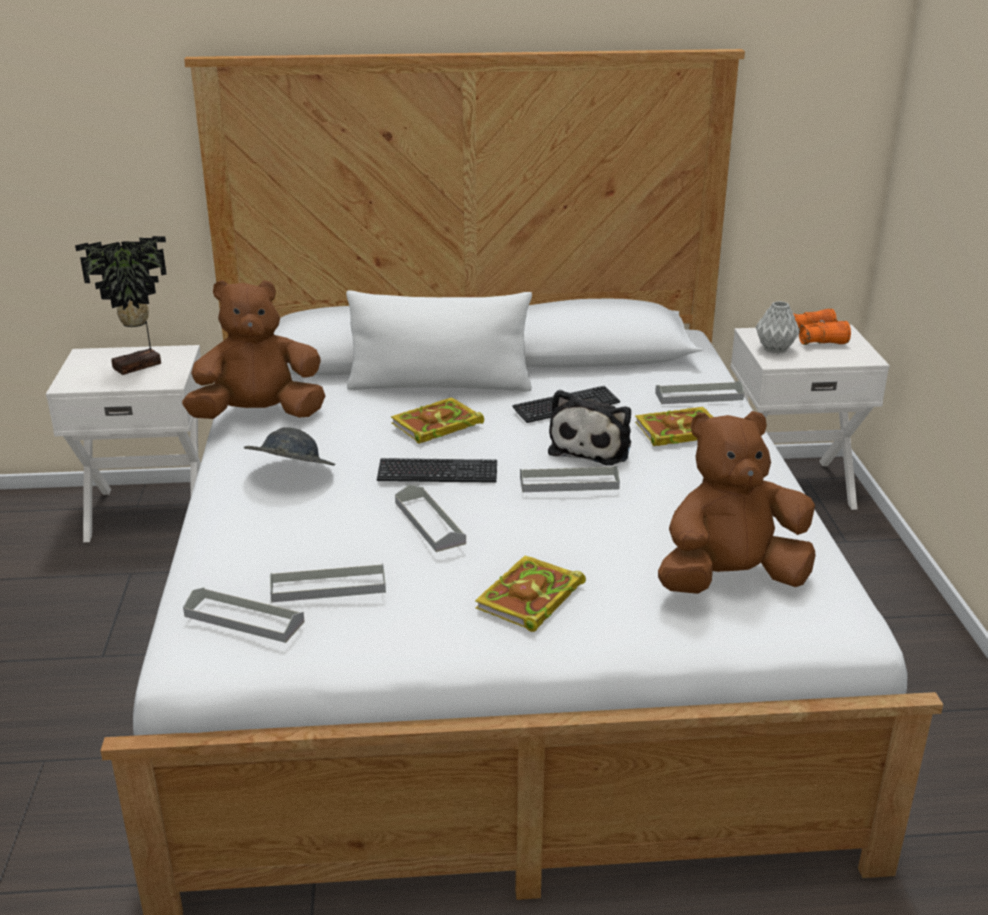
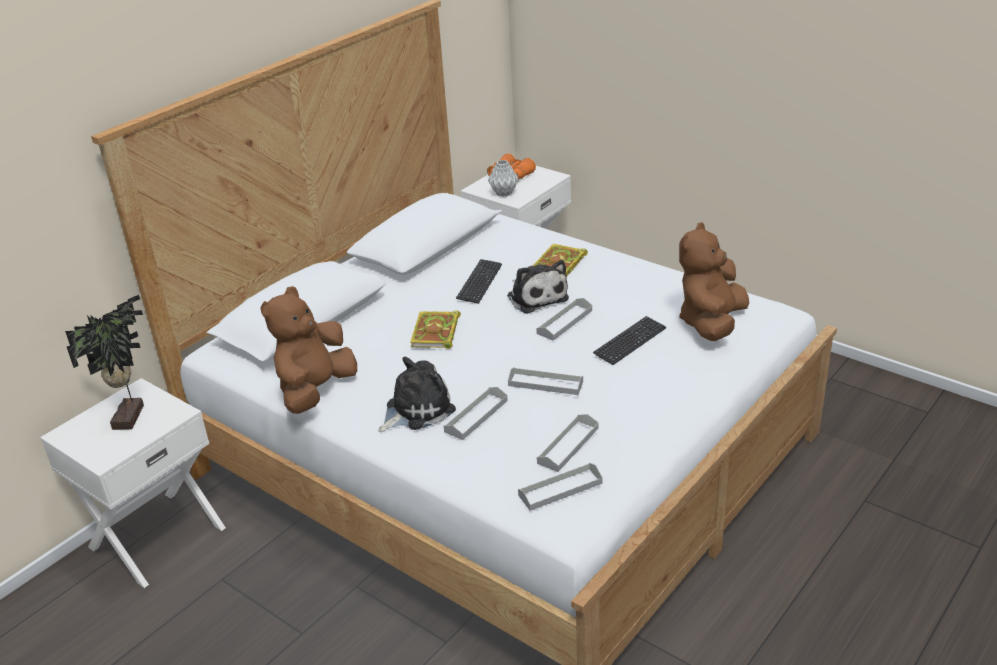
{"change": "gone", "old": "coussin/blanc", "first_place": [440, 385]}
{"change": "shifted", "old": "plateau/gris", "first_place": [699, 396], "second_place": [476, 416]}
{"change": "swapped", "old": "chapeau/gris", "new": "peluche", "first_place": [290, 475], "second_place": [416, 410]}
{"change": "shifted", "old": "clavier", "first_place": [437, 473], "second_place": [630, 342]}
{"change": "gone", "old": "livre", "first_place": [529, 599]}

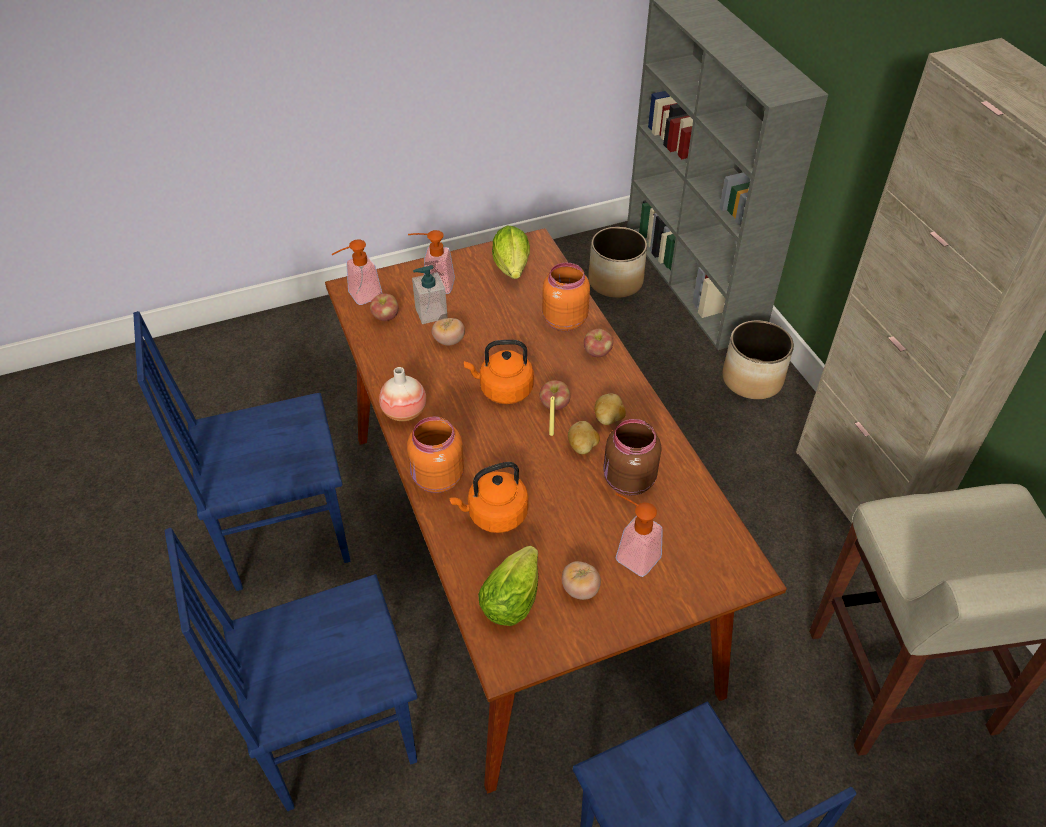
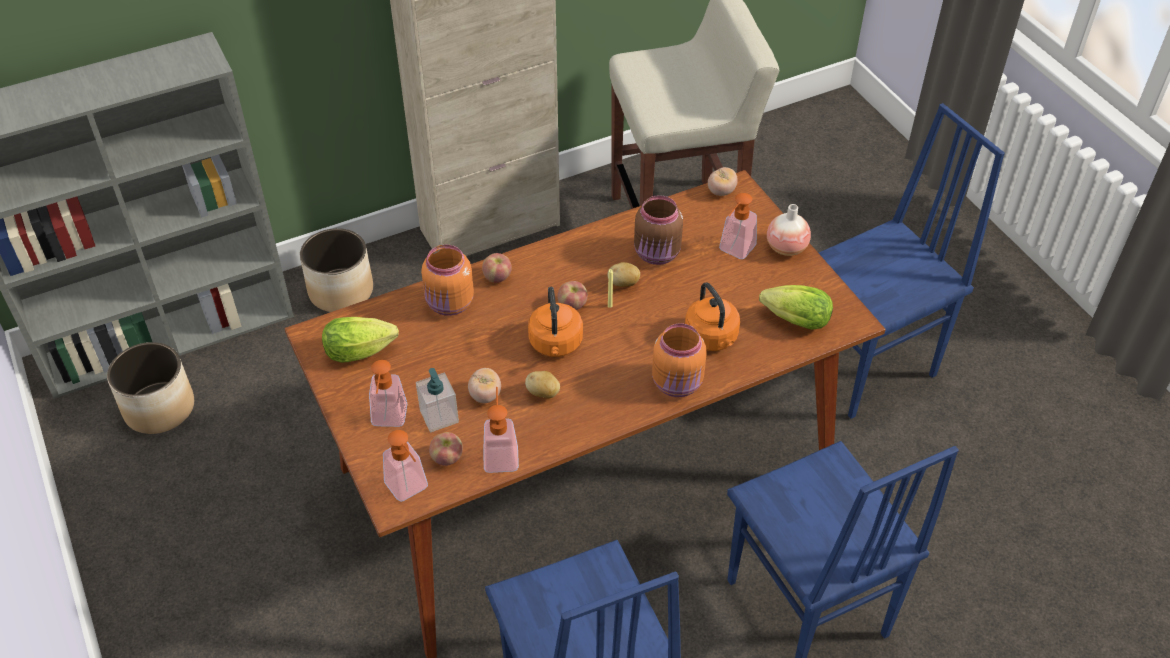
{"change": "shifted", "old": "vase", "first_place": [404, 412], "second_place": [786, 248]}
{"change": "shifted", "old": "pomme de terre", "first_place": [608, 419], "second_place": [543, 393]}
{"change": "shifted", "old": "tomate", "first_place": [580, 589], "second_place": [721, 191]}
{"change": "new", "new": "distributeur de savon", "second_place": [501, 453]}

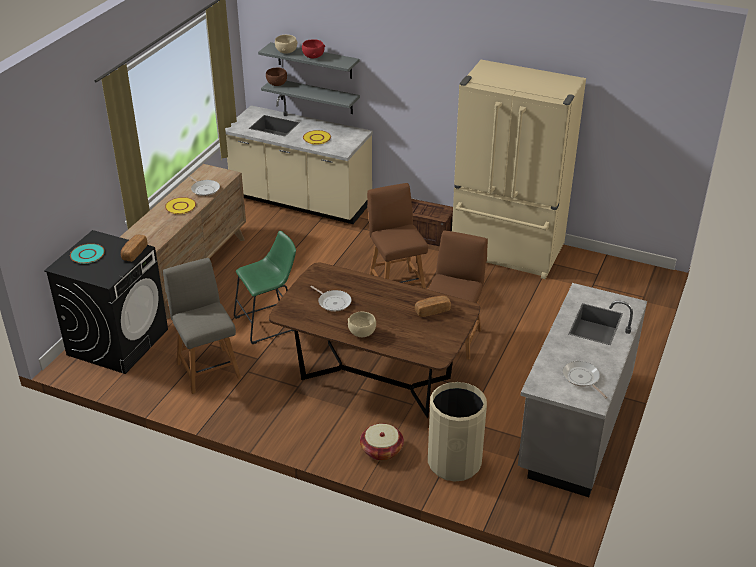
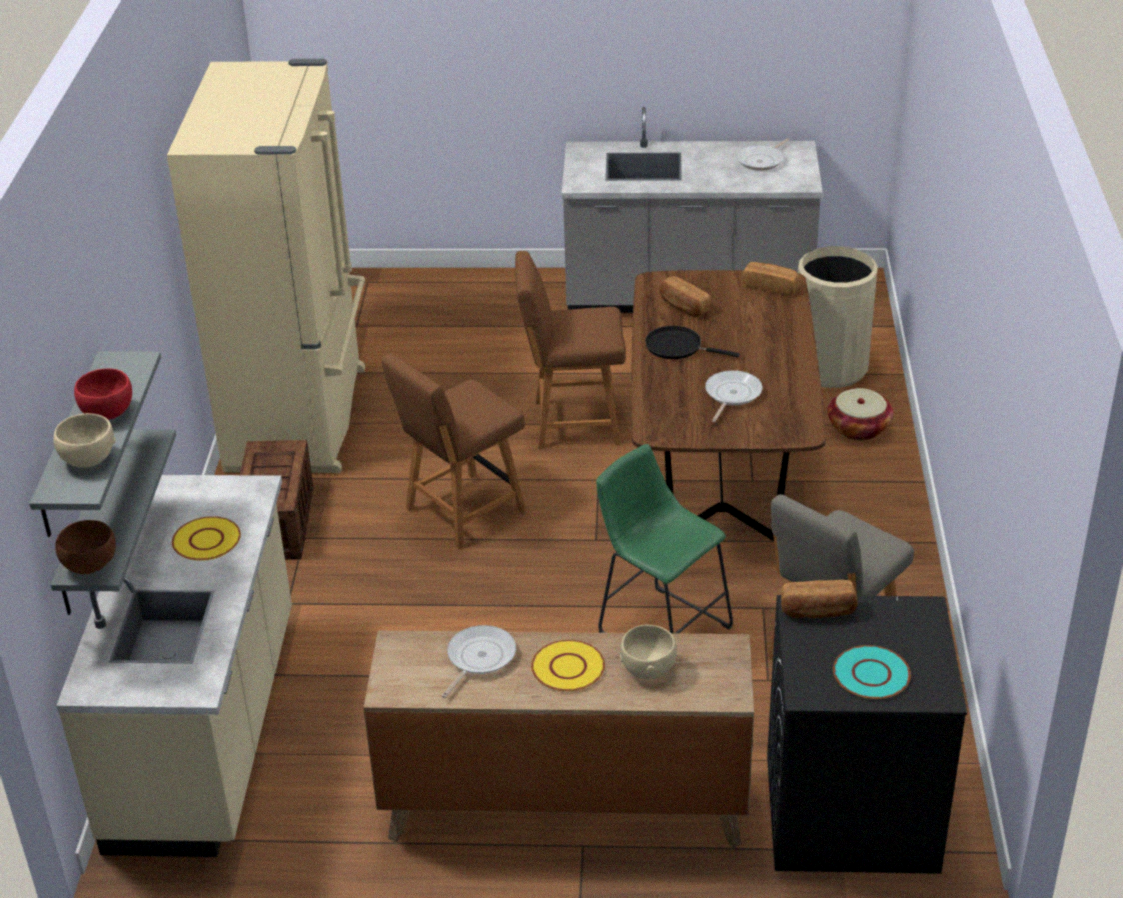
{"change": "shifted", "old": "bol/beige", "first_place": [362, 333], "second_place": [649, 668]}
{"change": "new", "new": "pain", "second_place": [770, 287]}
{"change": "new", "new": "poêle/noir", "second_place": [677, 347]}

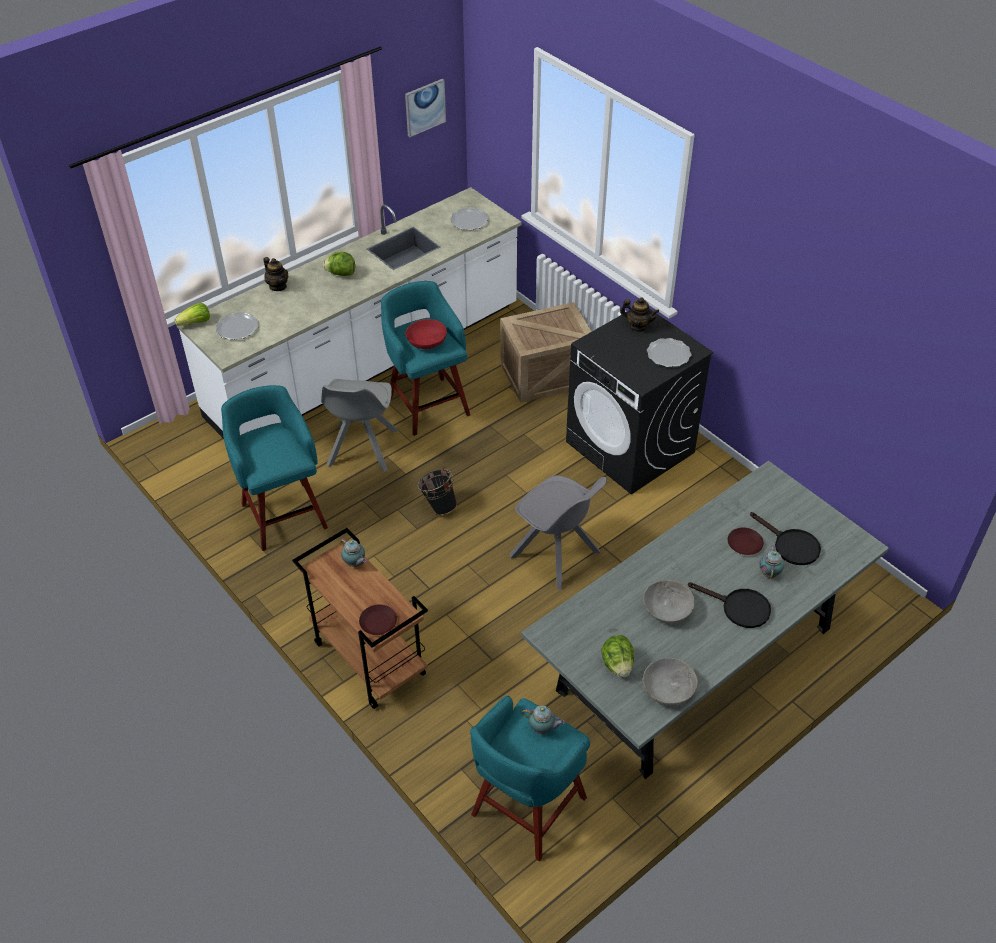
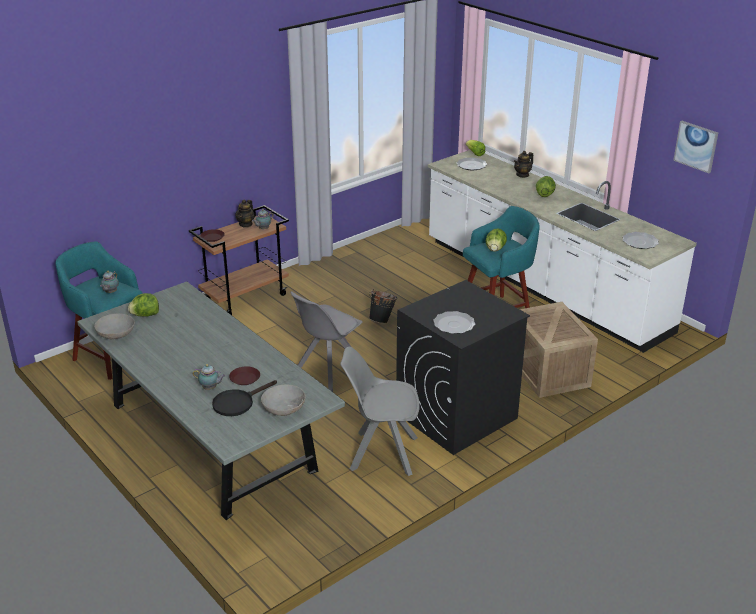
{"change": "shifted", "old": "théière", "first_place": [638, 326], "second_place": [246, 224]}
{"change": "swapped", "old": "bol/rouge", "new": "laitue", "first_place": [427, 341], "second_place": [495, 249]}
{"change": "shifted", "old": "chaise/gris", "first_place": [362, 449], "second_place": [381, 453]}
{"change": "gone", "old": "tabouret/turquoise", "first_place": [283, 513]}
{"change": "shifted", "old": "bol/gris", "first_place": [667, 609], "second_place": [284, 408]}
{"change": "gone", "old": "poêle/noir", "first_place": [739, 608]}

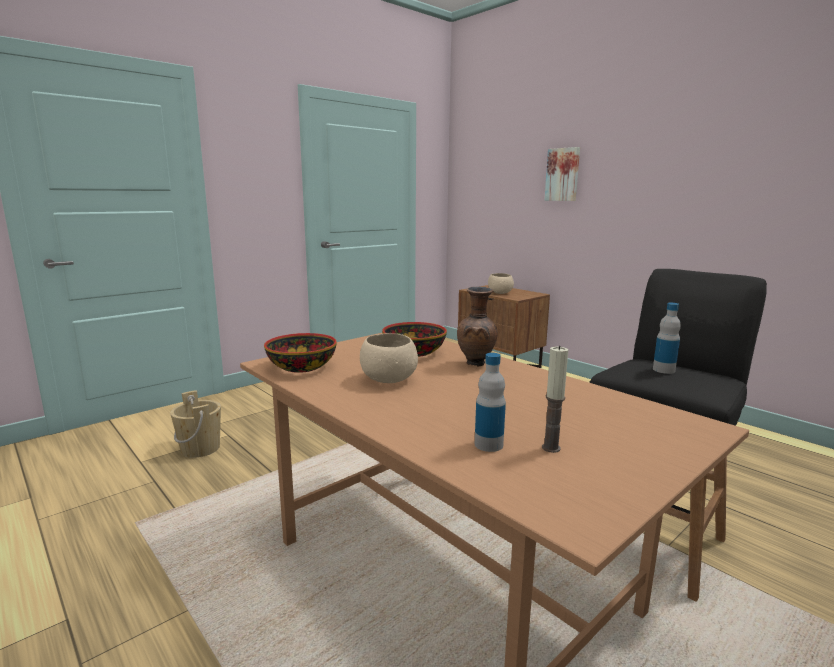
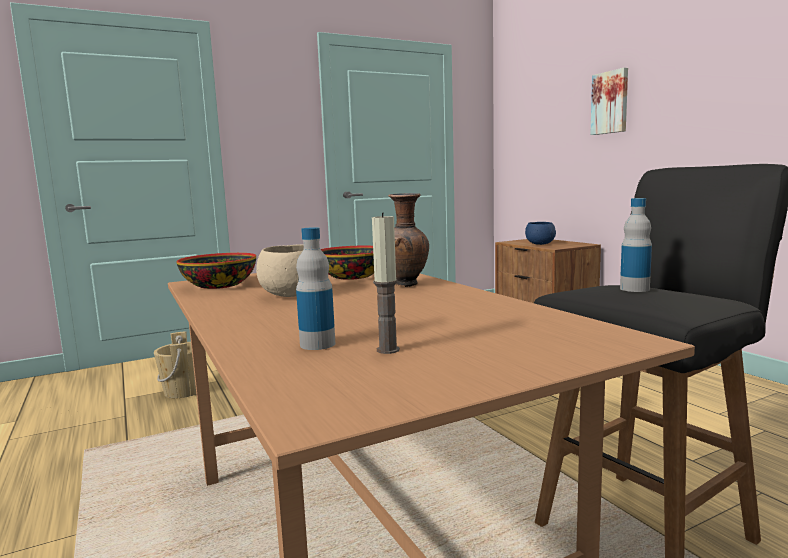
{"change": "repainted", "old": "bol/beige", "new": "bol/bleu", "first_place": [500, 293], "second_place": [540, 244]}

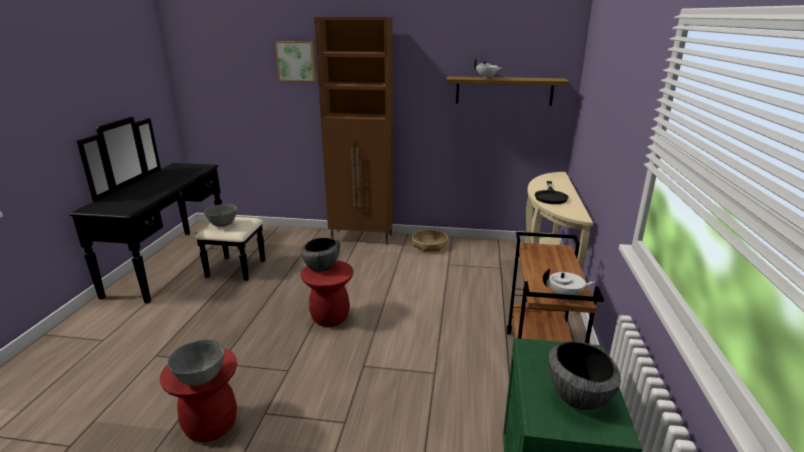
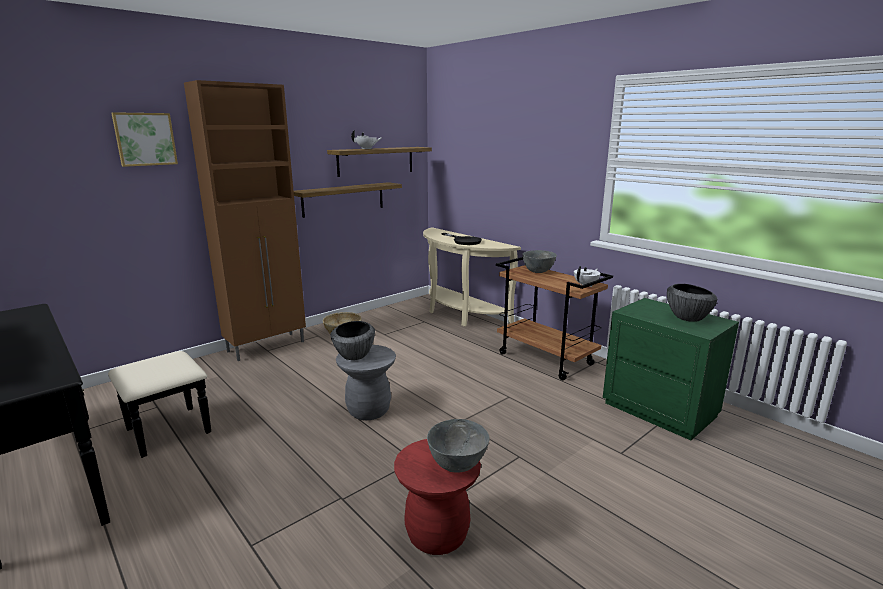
{"change": "shifted", "old": "bol/gris", "first_place": [223, 225], "second_place": [537, 272]}
{"change": "repainted", "old": "tabouret/rouge", "new": "tabouret/gris", "first_place": [330, 318], "second_place": [368, 410]}
{"change": "new", "new": "étagère", "second_place": [343, 199]}

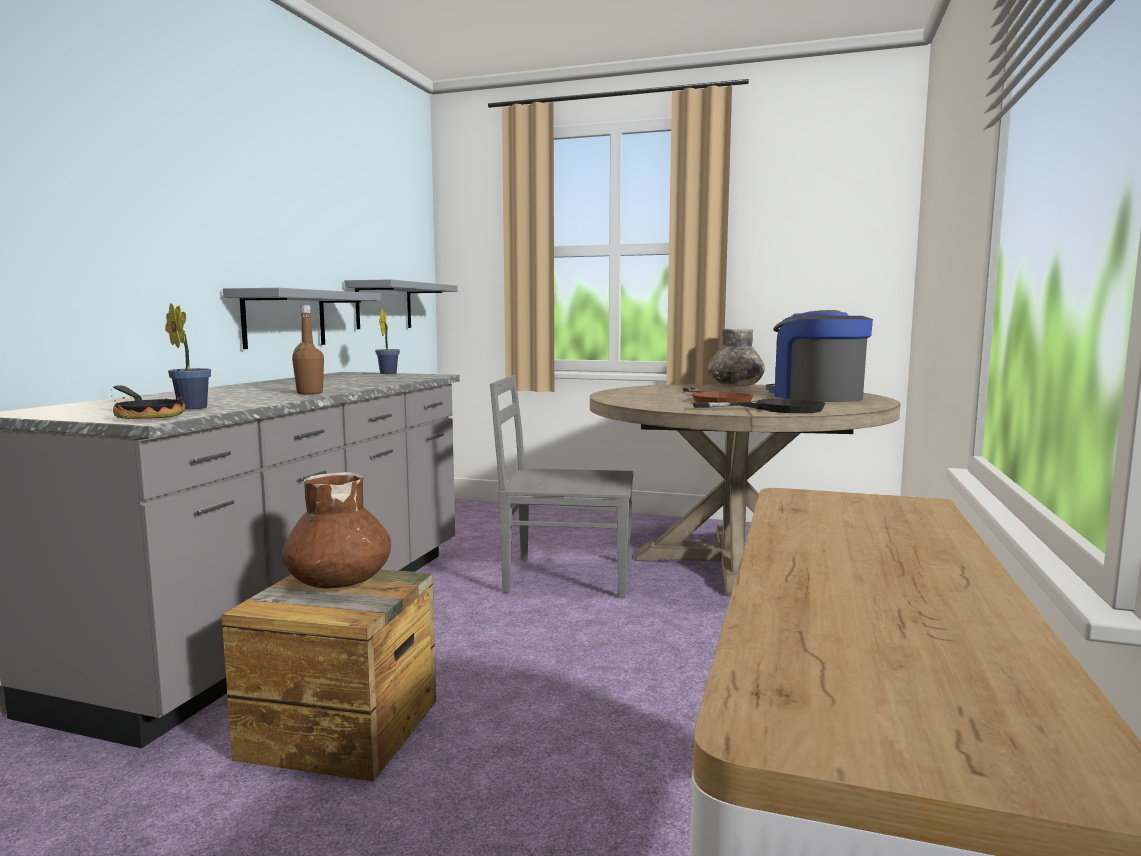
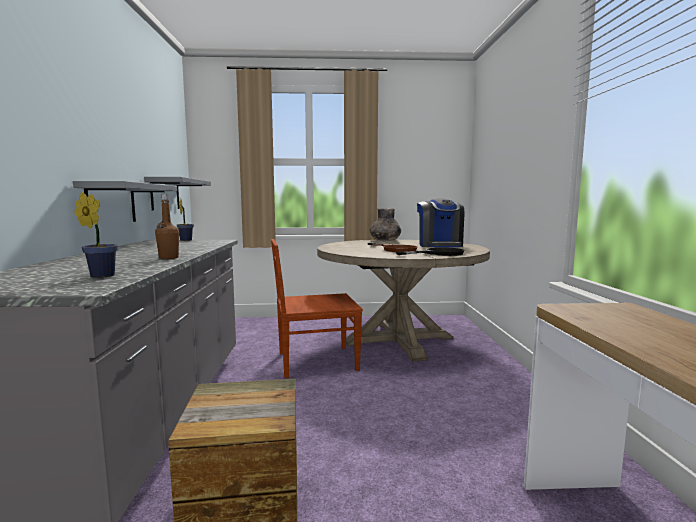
{"change": "rotated", "old": "machine à café", "first_place": [815, 397], "second_place": [439, 245], "degrees": -135}
{"change": "repainted", "old": "chaise/gris", "new": "chaise/marron", "first_place": [565, 576], "second_place": [315, 361]}
{"change": "gone", "old": "poêle", "first_place": [147, 416]}
{"change": "gone", "old": "vase/marron", "first_place": [339, 581]}

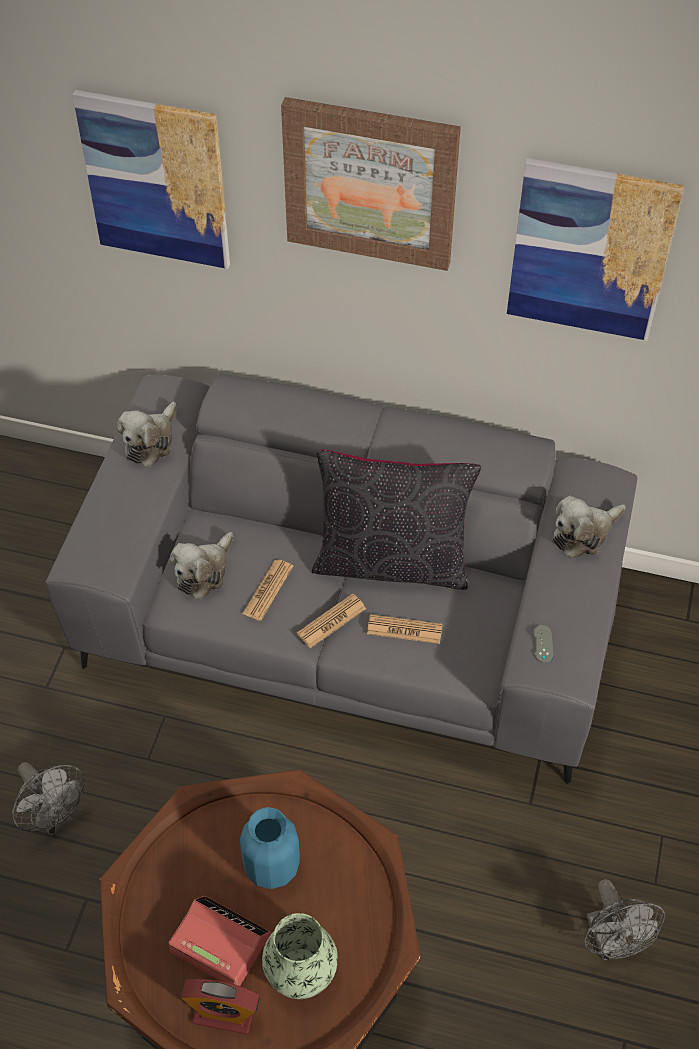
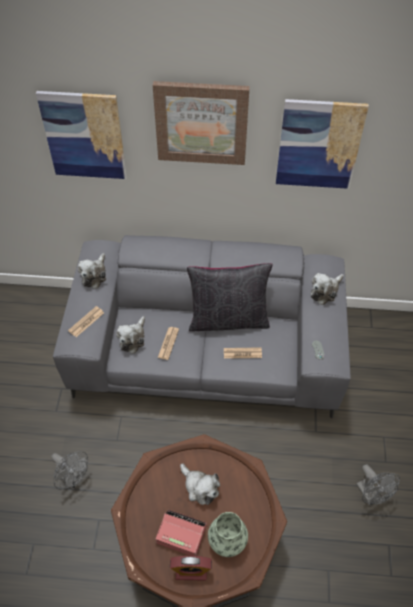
{"change": "shifted", "old": "journal", "first_place": [331, 621], "second_place": [86, 322]}
{"change": "swapped", "old": "vase/bleu", "new": "peluche", "first_place": [272, 866], "second_place": [200, 487]}

